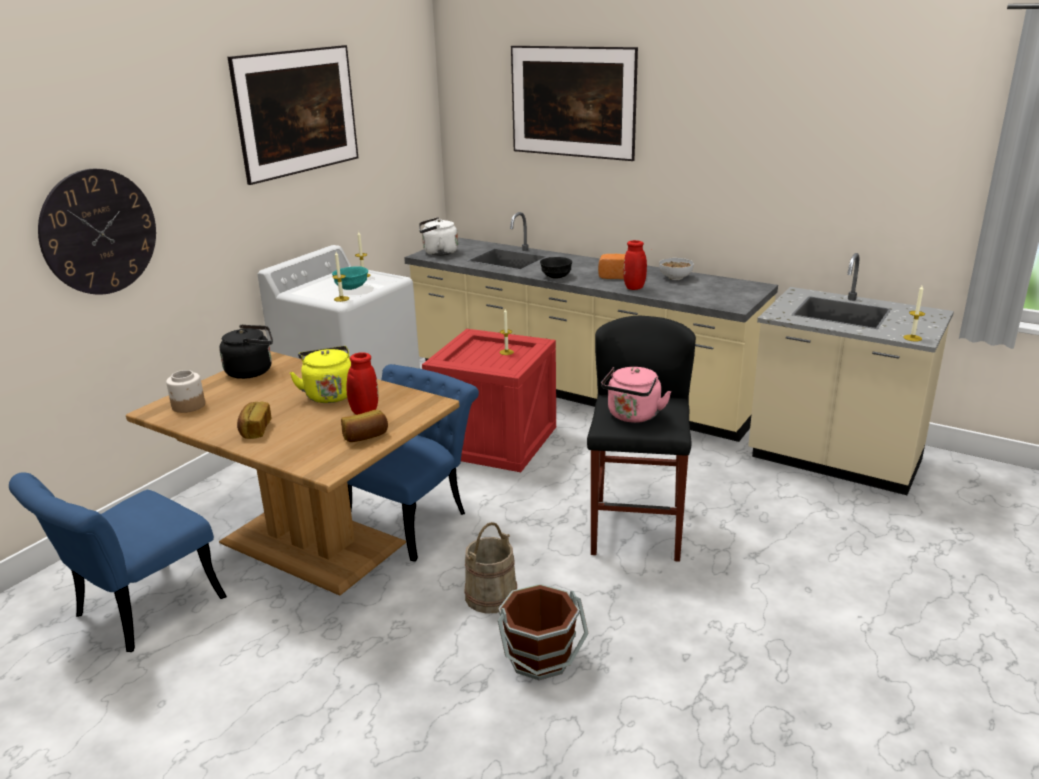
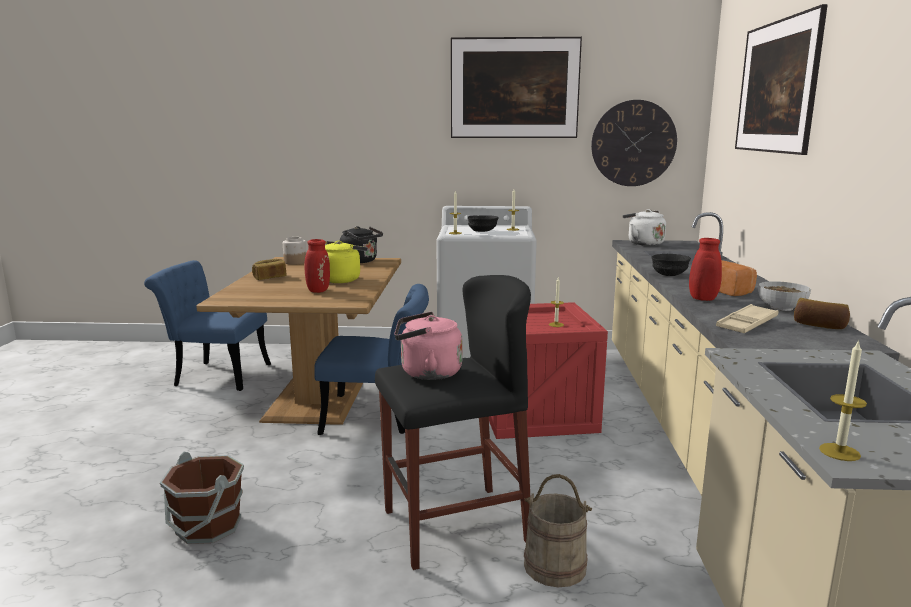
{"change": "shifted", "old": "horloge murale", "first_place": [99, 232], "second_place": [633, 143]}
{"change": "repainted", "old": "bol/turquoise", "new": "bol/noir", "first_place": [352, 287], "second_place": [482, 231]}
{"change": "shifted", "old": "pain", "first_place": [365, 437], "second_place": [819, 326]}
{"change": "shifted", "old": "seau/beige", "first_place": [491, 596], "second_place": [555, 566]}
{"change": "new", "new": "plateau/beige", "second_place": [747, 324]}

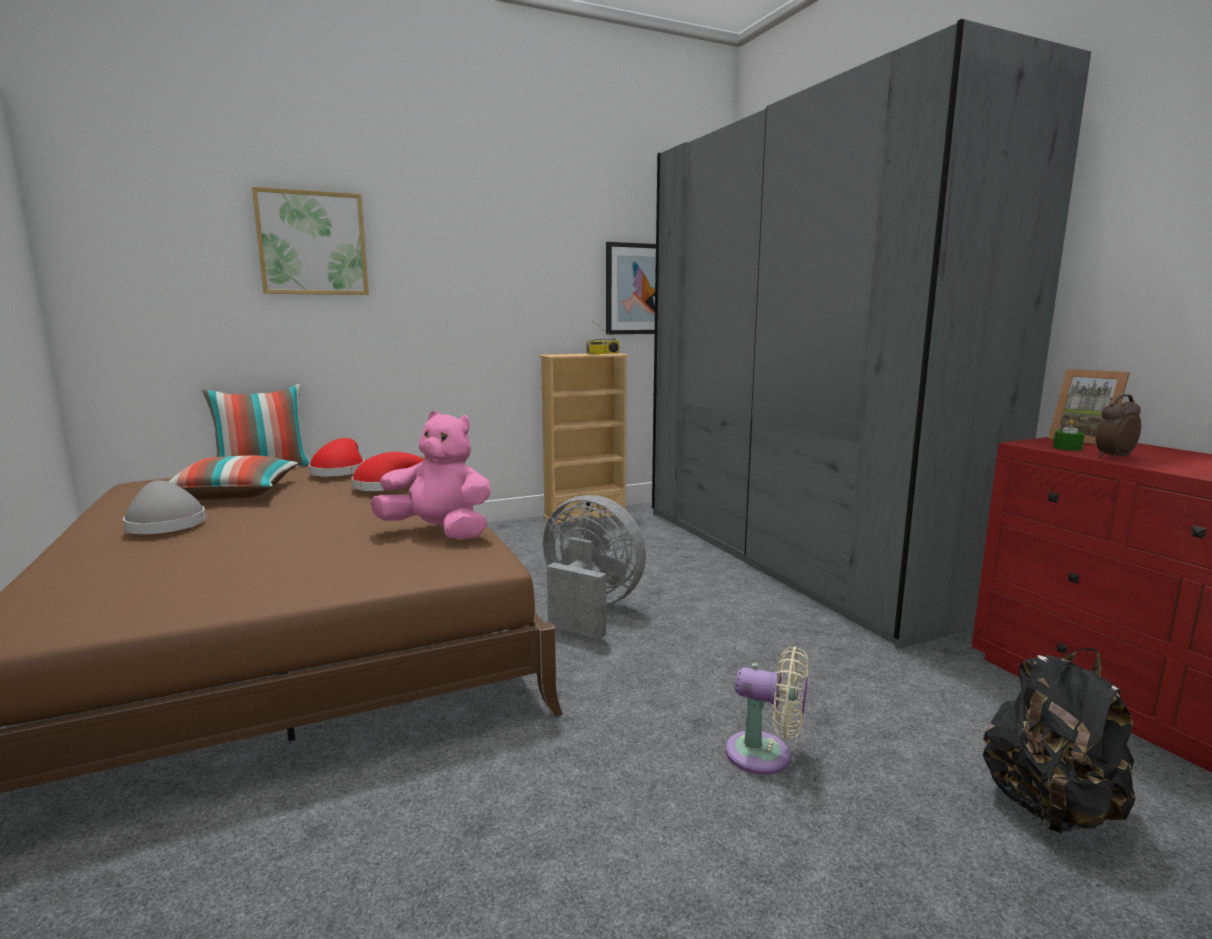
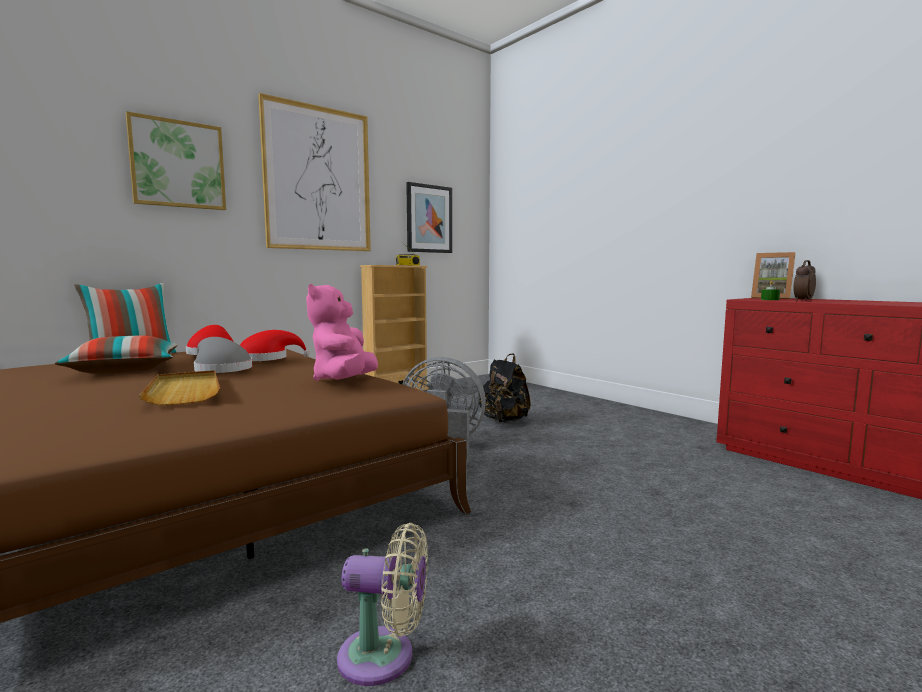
{"change": "gone", "old": "armoire/gris", "first_place": [794, 556]}
{"change": "rotated", "old": "peluche/rose", "first_place": [439, 532], "second_place": [344, 381], "degrees": -90}
{"change": "shifted", "old": "chapeau/gris", "first_place": [165, 524], "second_place": [220, 370]}
{"change": "shifted", "old": "ventilateur/beige", "first_place": [765, 755], "second_place": [384, 657]}
{"change": "shifted", "old": "sac à dos/noir", "first_place": [1049, 807], "second_place": [504, 421]}
{"change": "new", "new": "tableau", "second_place": [318, 179]}
{"change": "new", "new": "plateau/beige", "second_place": [185, 391]}

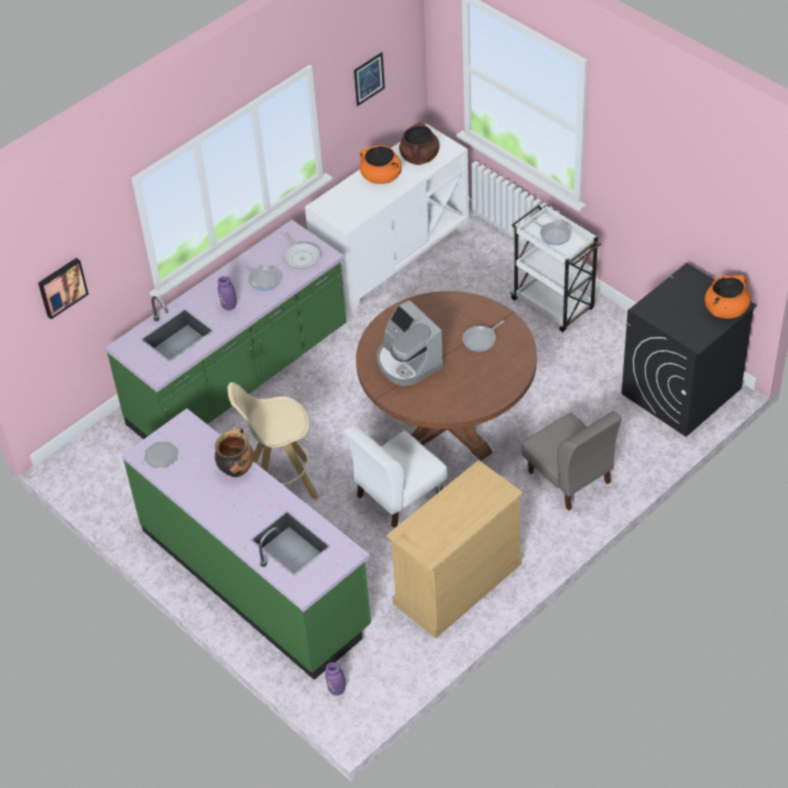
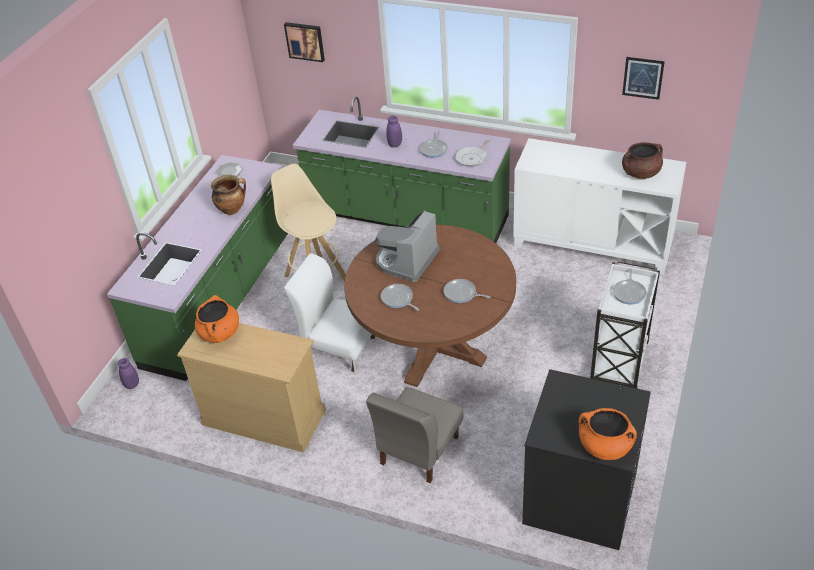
{"change": "shifted", "old": "marmite/orange", "first_place": [381, 177], "second_place": [220, 333]}
{"change": "new", "new": "poêle", "second_place": [398, 299]}

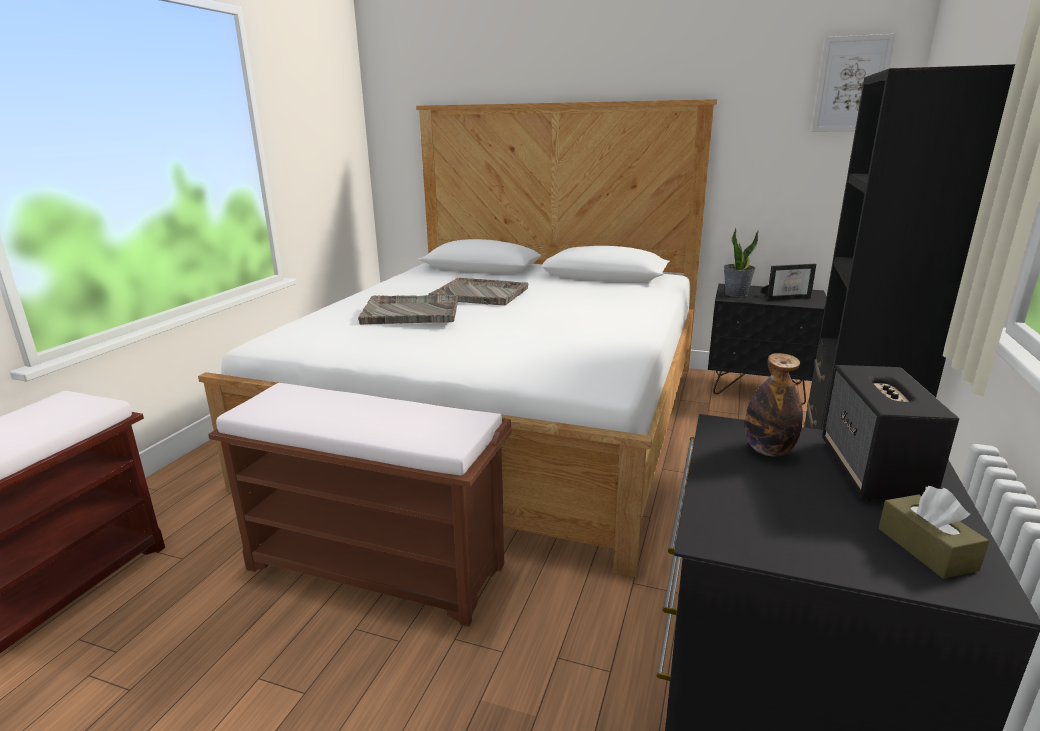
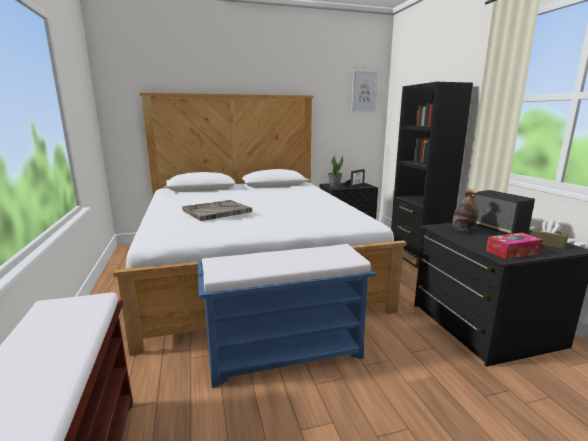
{"change": "gone", "old": "plateau/gris", "first_place": [480, 294]}
{"change": "repainted", "old": "banc/marron", "new": "banc/bleu", "first_place": [378, 566], "second_place": [286, 353]}
{"change": "new", "new": "boîte à mouchoirs", "second_place": [512, 252]}

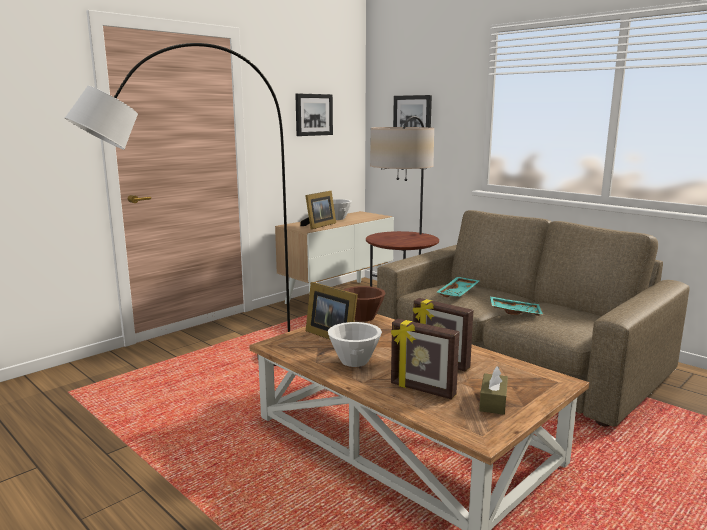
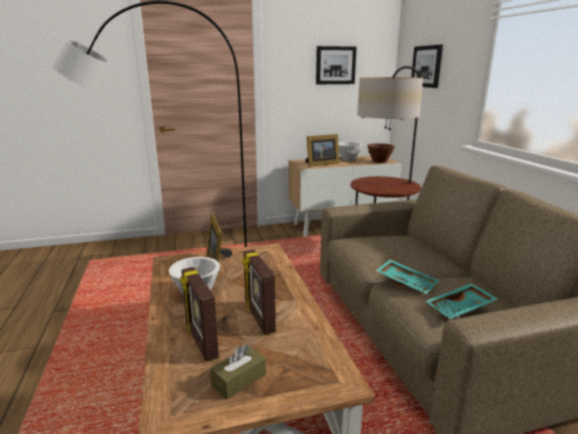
{"change": "shifted", "old": "plateau/turquoise", "first_place": [459, 293], "second_place": [460, 308]}
{"change": "shifted", "old": "bol/marron", "first_place": [363, 317], "second_place": [380, 161]}

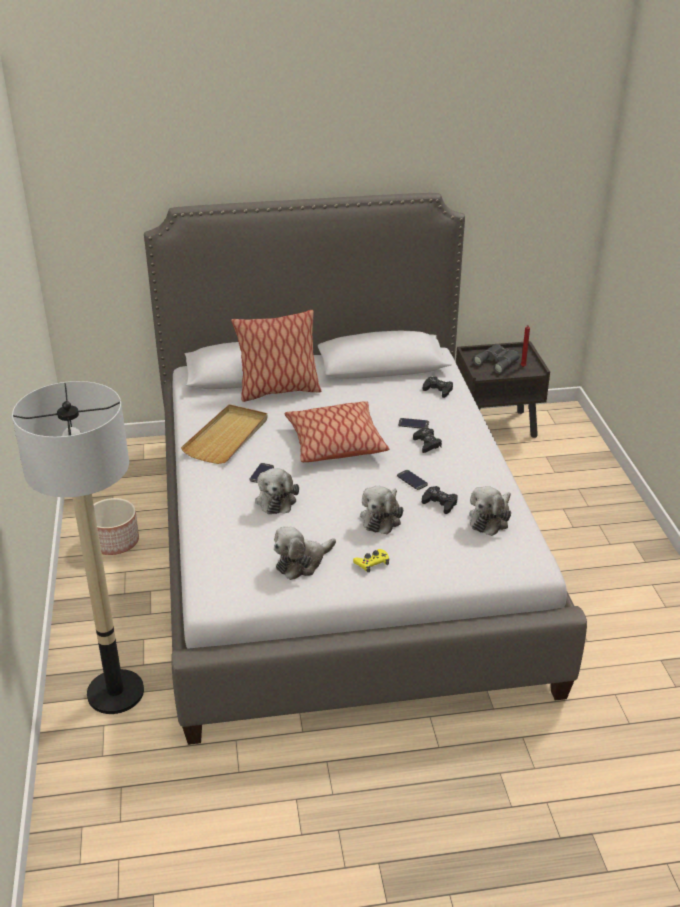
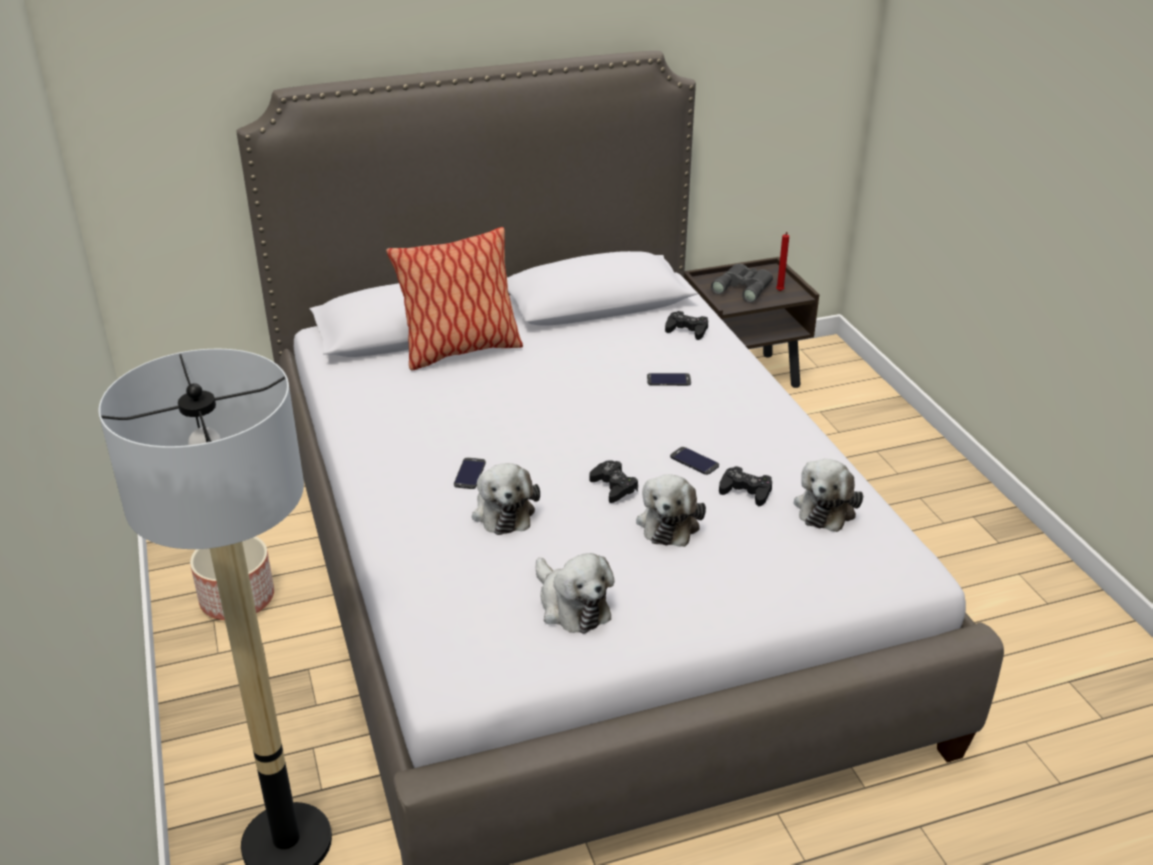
{"change": "gone", "old": "coussin", "first_place": [335, 443]}
{"change": "gone", "old": "plateau/beige", "first_place": [227, 437]}
{"change": "shifted", "old": "manette/noir", "first_place": [427, 444], "second_place": [613, 487]}
{"change": "rotated", "old": "peluche", "first_place": [302, 562], "second_place": [571, 605], "degrees": -75}
{"change": "gone", "old": "manette/jaune", "first_place": [372, 563]}

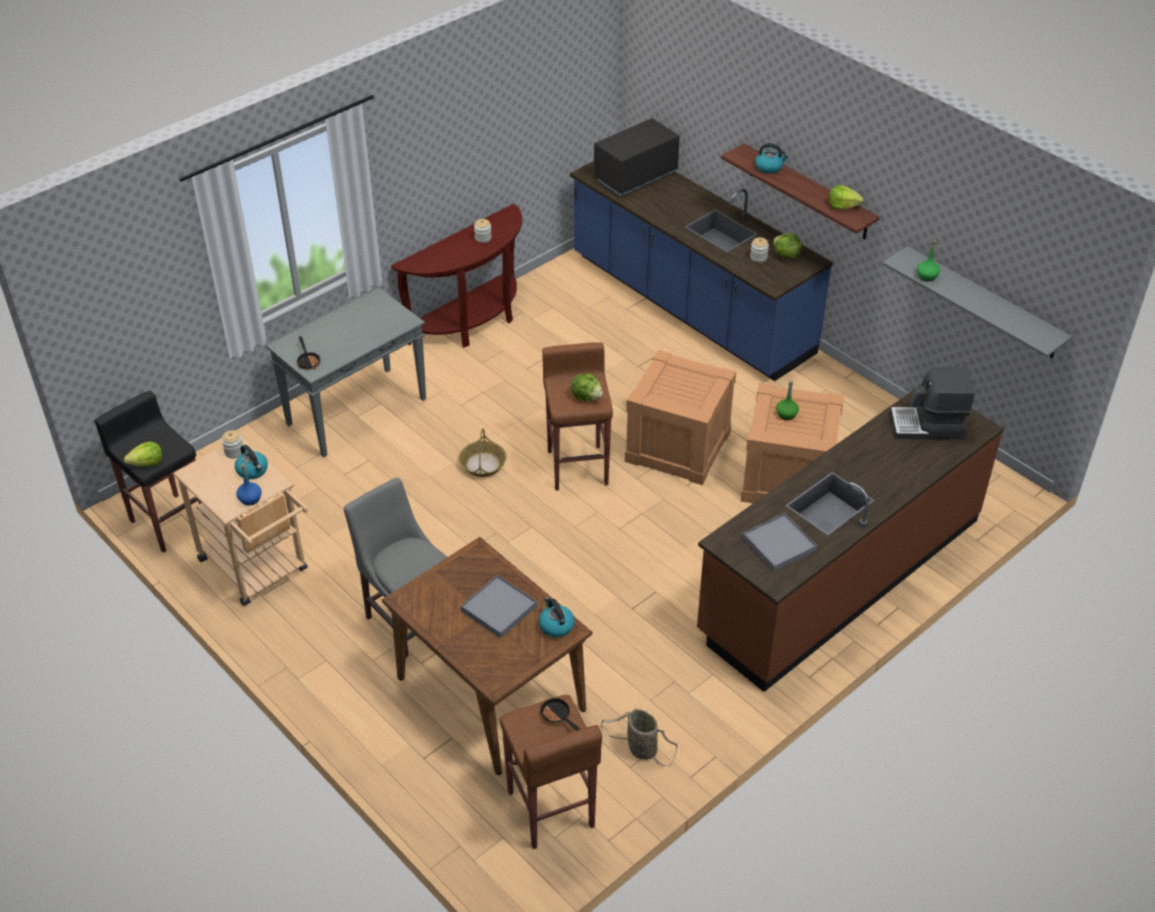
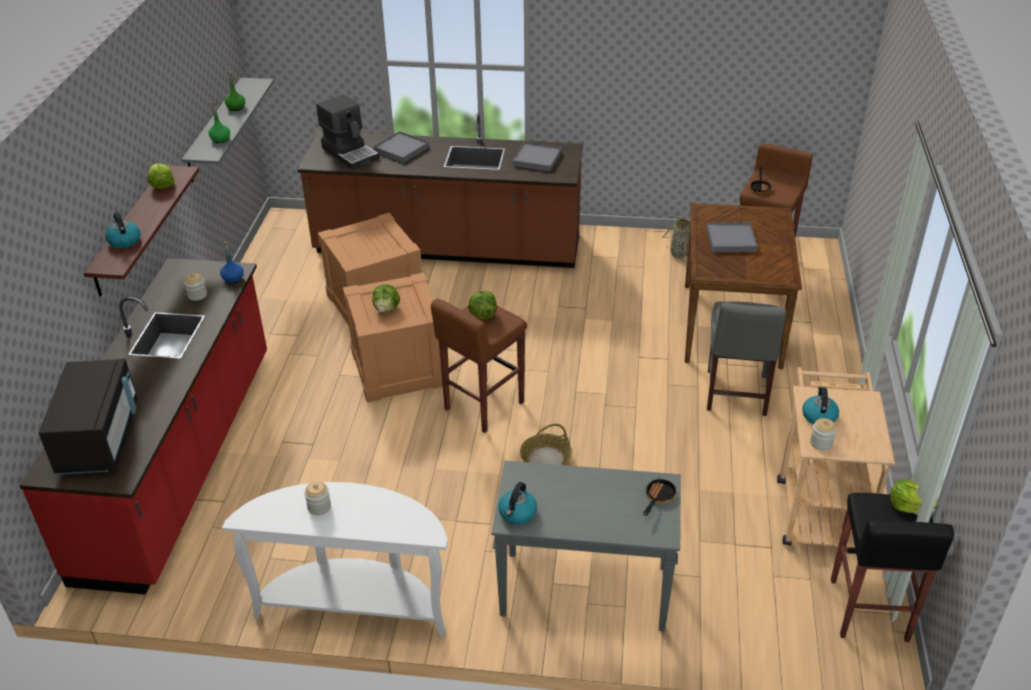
{"change": "rotated", "old": "micro-ondes/noir", "first_place": [635, 176], "second_place": [99, 439], "degrees": -105}
{"change": "repainted", "old": "comptoir de cuisine/bleu", "new": "comptoir de cuisine/rouge", "first_place": [690, 305], "second_place": [180, 461]}
{"change": "repainted", "old": "table console/marron", "new": "table console/blanc", "first_place": [472, 322], "second_place": [355, 604]}
{"change": "shifted", "old": "laitue", "first_place": [785, 256], "second_place": [386, 309]}
{"change": "shifted", "old": "bouteille/vert", "first_place": [786, 414], "second_place": [236, 107]}
{"change": "shifted", "old": "bouteille/bleu", "first_place": [250, 499], "second_place": [233, 278]}
{"change": "shifted", "old": "bouilloire", "first_place": [556, 625], "second_place": [517, 513]}
{"change": "new", "new": "plateau/gris", "second_place": [401, 149]}

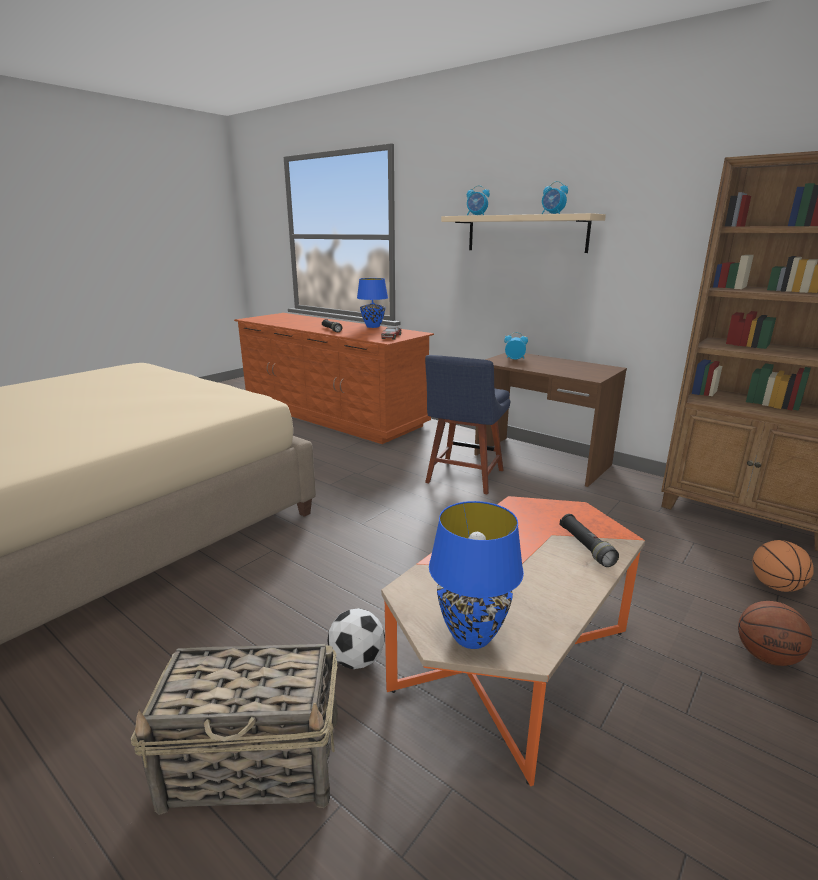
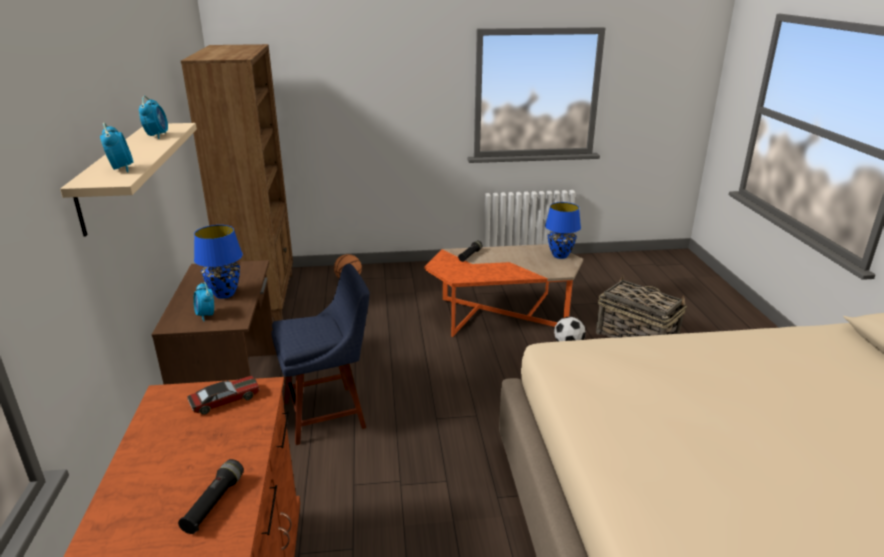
{"change": "shifted", "old": "lampe de table/bleu", "first_place": [373, 326], "second_place": [224, 294]}
{"change": "gone", "old": "ballon de basket", "first_place": [767, 656]}

